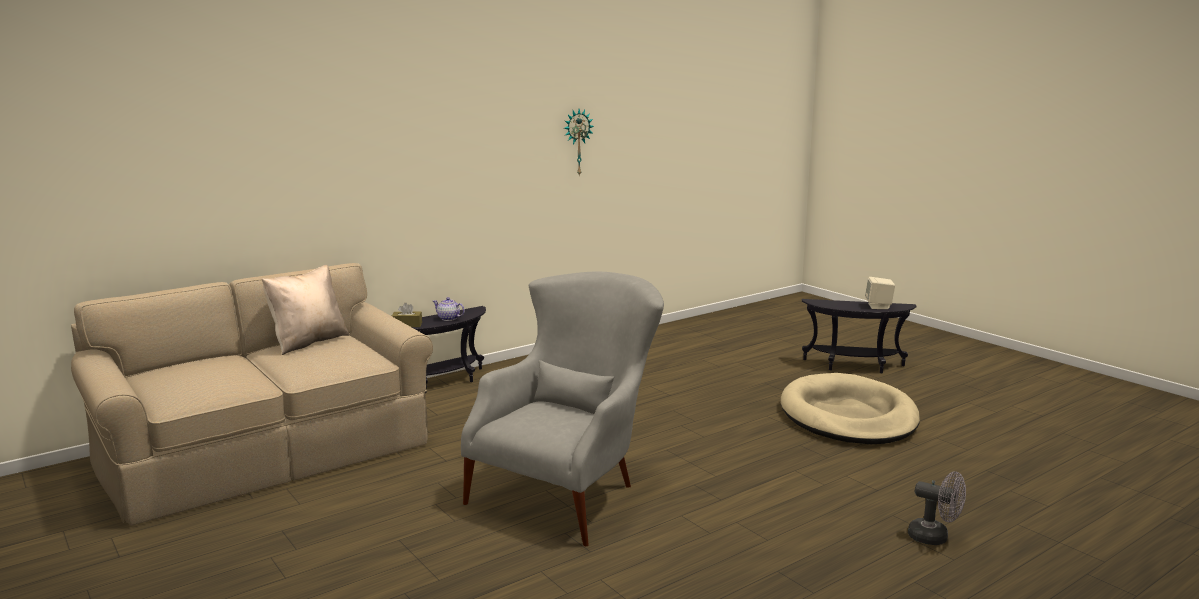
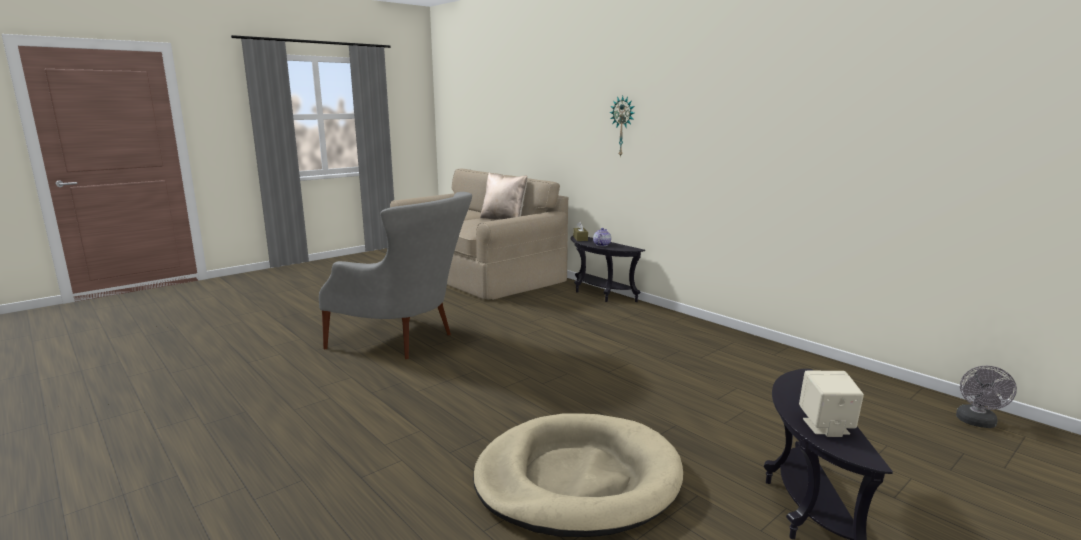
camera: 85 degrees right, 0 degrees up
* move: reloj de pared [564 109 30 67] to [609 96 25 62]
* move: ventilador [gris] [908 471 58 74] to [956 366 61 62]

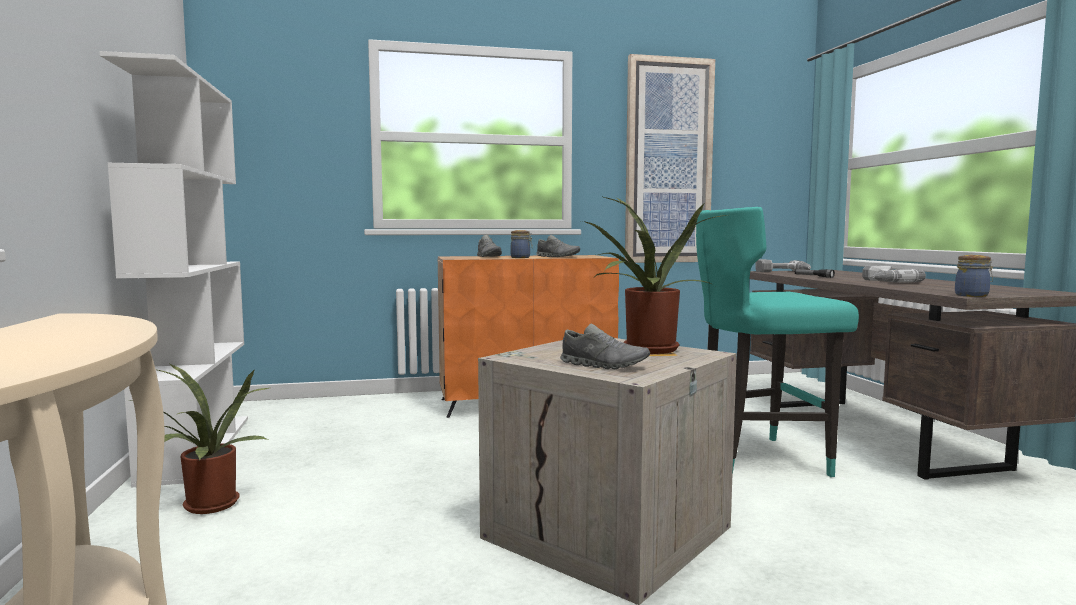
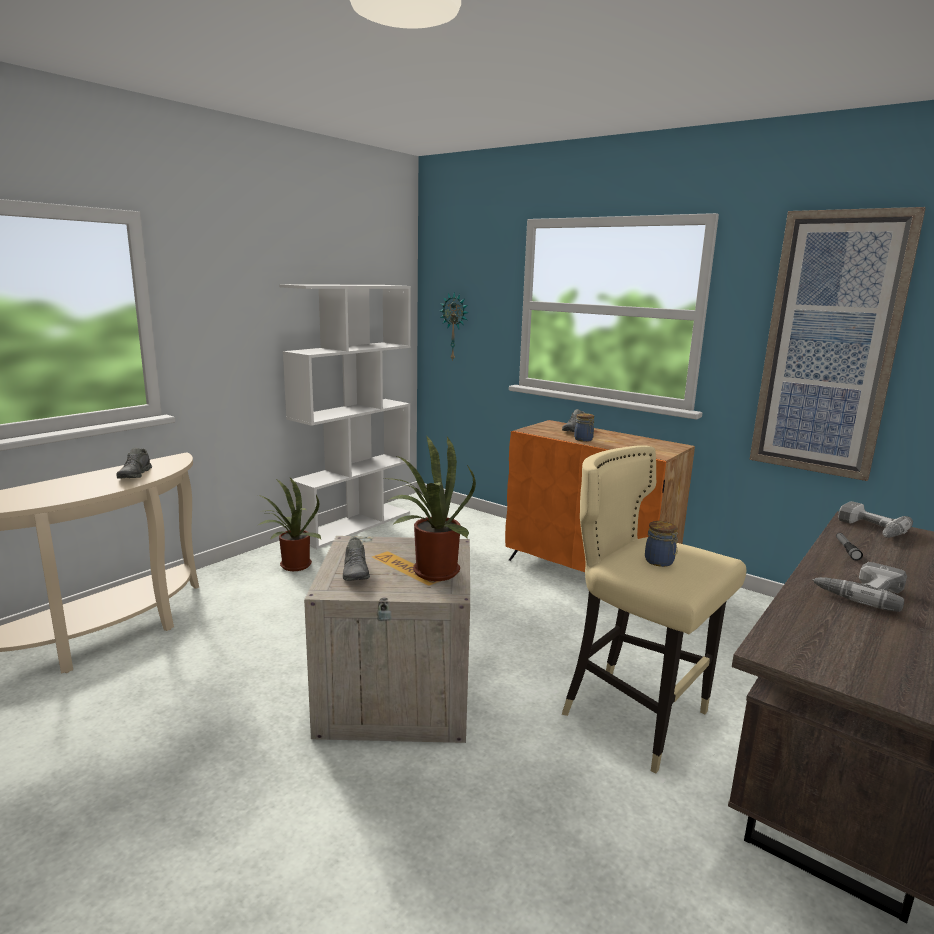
camera: 50 degrees right, 10 degrees up
* recolor: taburete [turquesa] [696 207 163 270] to taburete [beis] [562 445 184 329]
* move: zapato [gris] [536 235 44 22] to [116 448 36 31]
* move: tarro [955 255 38 42] to [645 521 34 46]
* insert: reloj de pared [439 292 30 70]

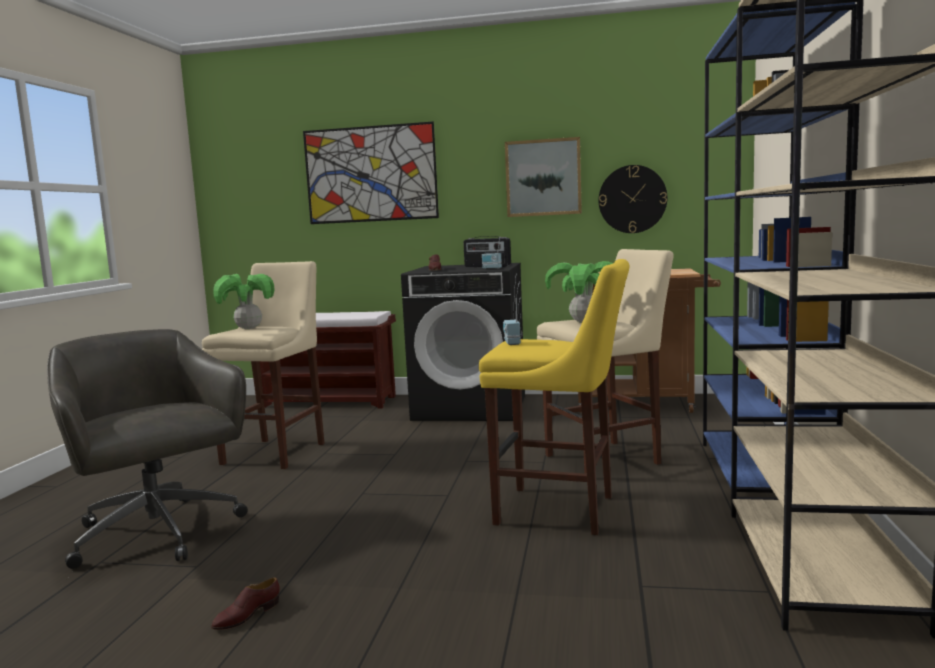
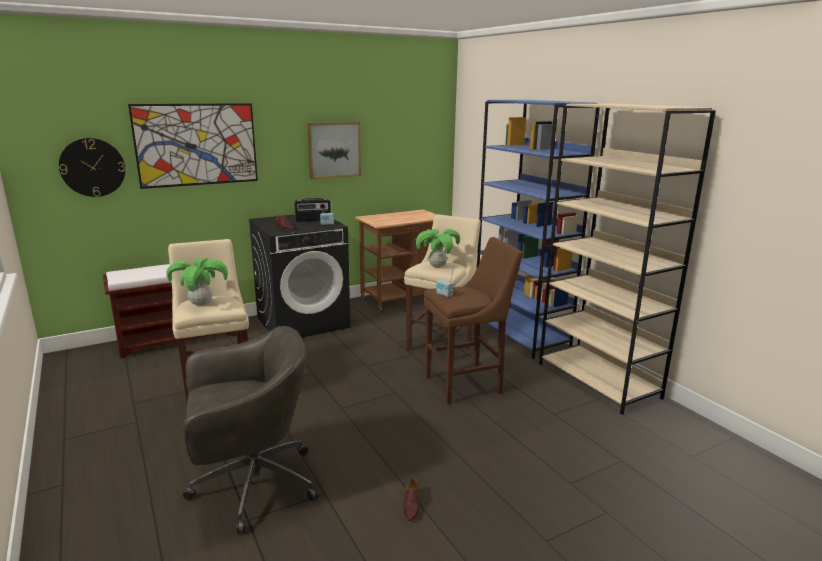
camera: 40 degrees left, 10 degrees up
* move: reloj de pared [599 165 68 68] to [59 138 66 59]
* recolor: taburete [amarillo] [479 259 150 276] to taburete [marrón] [424 237 99 167]
* rotate: silla de oficina [gris] [47 329 201 240] = [182 326 136 208] 150 degrees clockwise

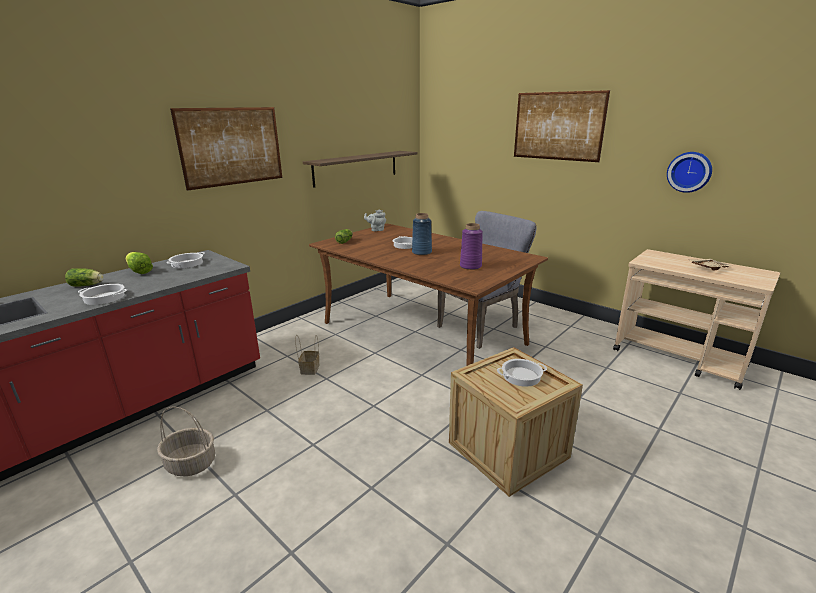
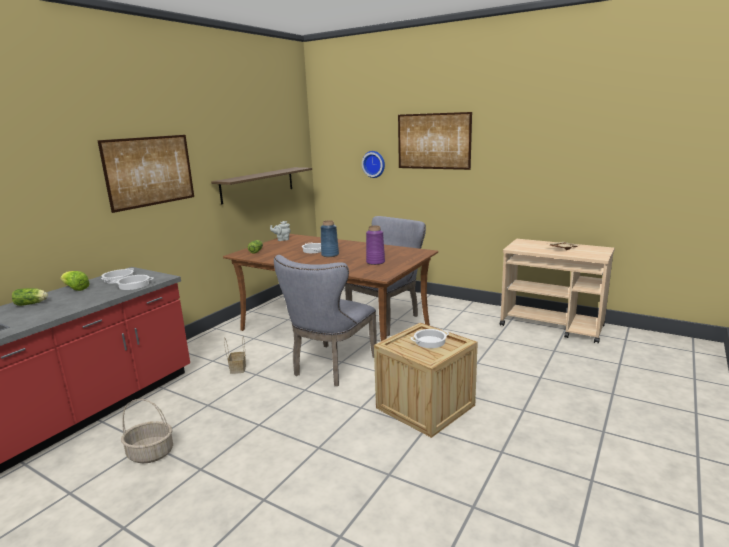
camera: 10 degrees left, 5 degrees down
* move: reloj de pared [667 152 45 41] to [362 151 23 27]
* move: olla [78 284 49 21] to [113 275 41 15]
* insert: silla [gris] [274 255 103 131]

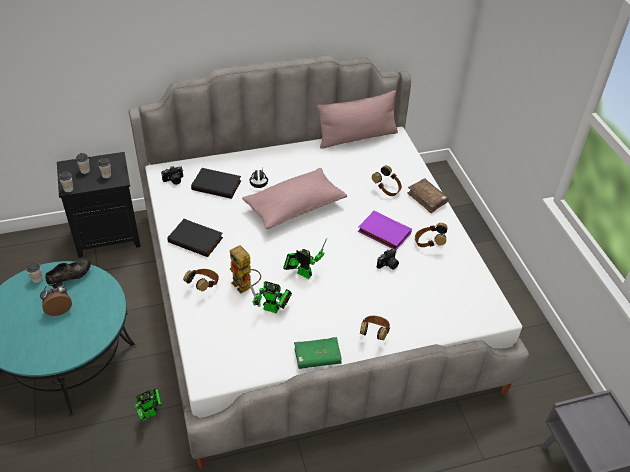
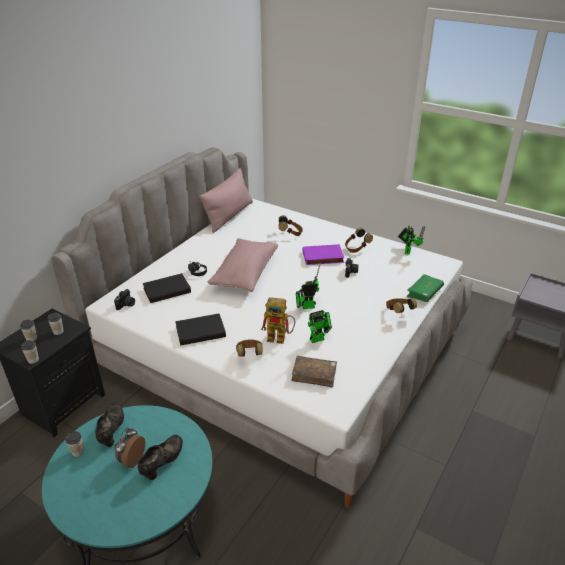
camera: 40 degrees left, 10 degrees down
* move: libro [marrón] [407 179 42 34] to [292 356 45 31]
* move: libro [verde] [294 337 48 32] to [407 274 37 28]
* move: robot de juguete [135 388 27 33] to [398 226 27 29]
* insert: zapato [negro] [138 435 45 45]

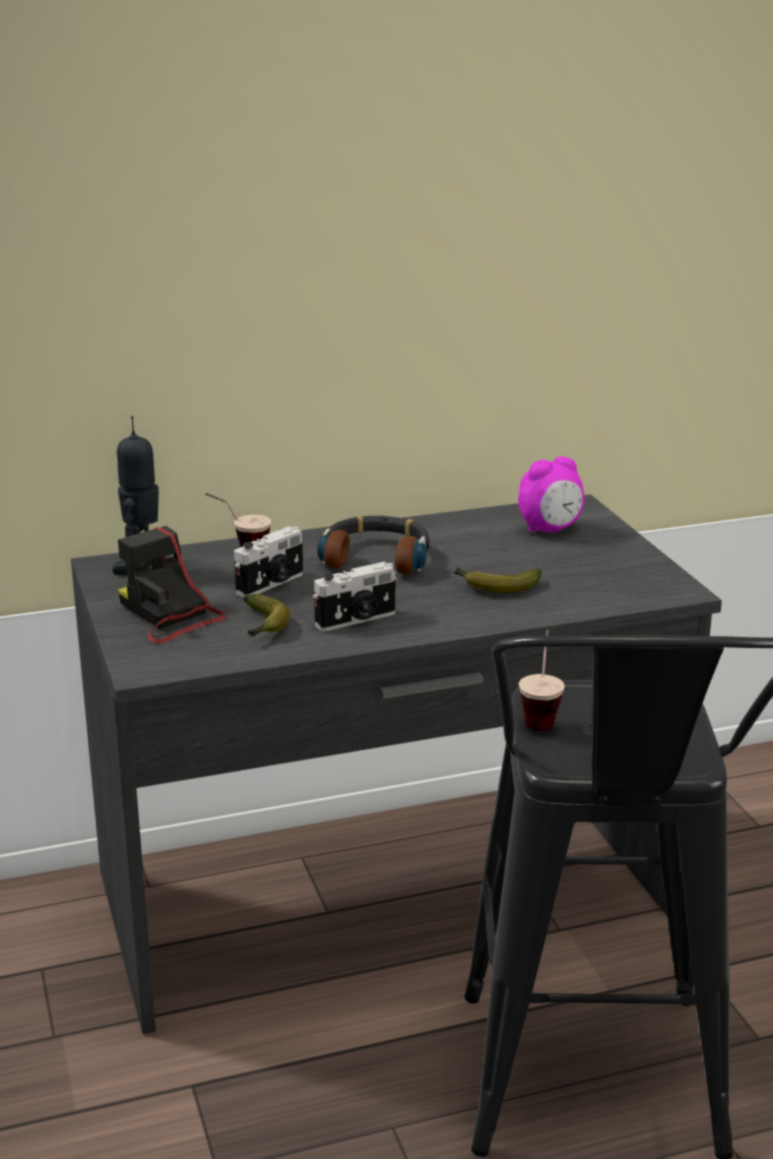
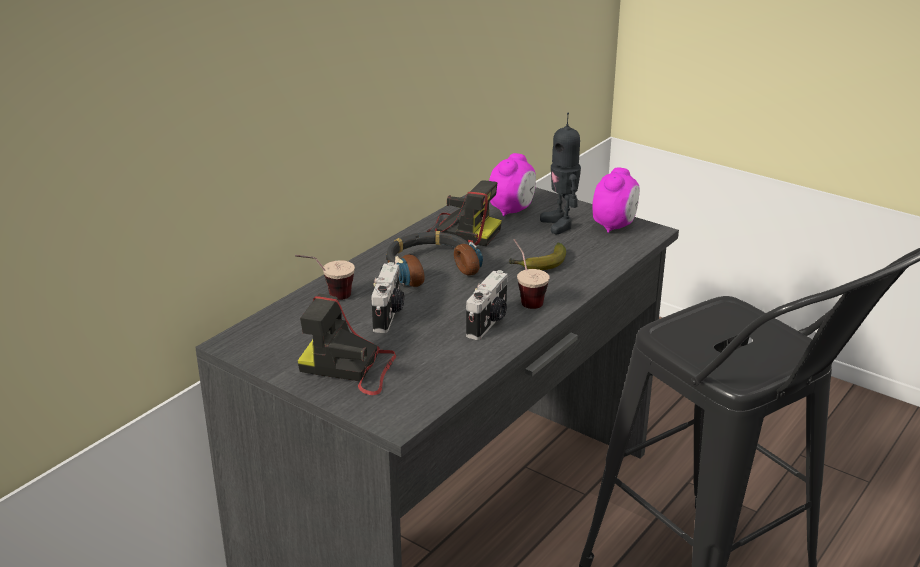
camera: 35 degrees left, 5 degrees up
* move: robot de juguete [112 416 47 159] to [540 113 41 121]
* delete: plátano [244 594 46 43]
* move: taza [519 630 46 101] to [513 239 37 70]
* insert: despertador [592 167 48 66]
* insert: cámara [427 181 75 65]

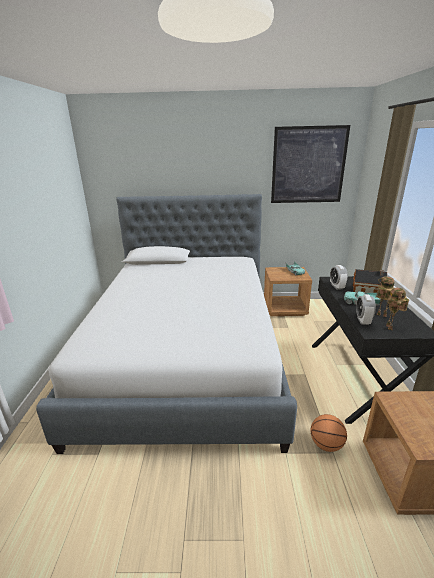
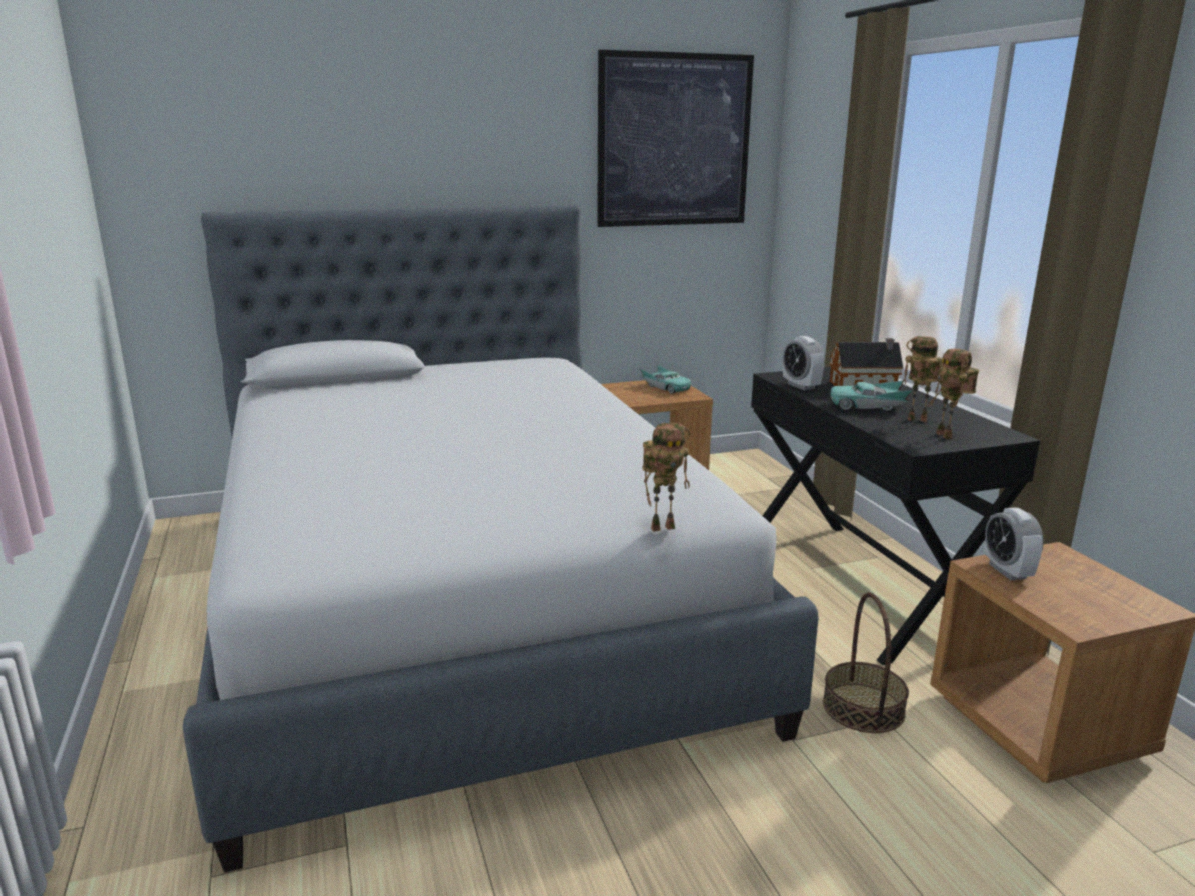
camera: 20 degrees left, 5 degrees down
* move: despertador [356 294 20 31] to [984 508 60 72]
* replace: balón de baloncesto [311 414 36 38] to cesta [823 592 86 141]
* insert: robot de juguete [642 423 48 109]

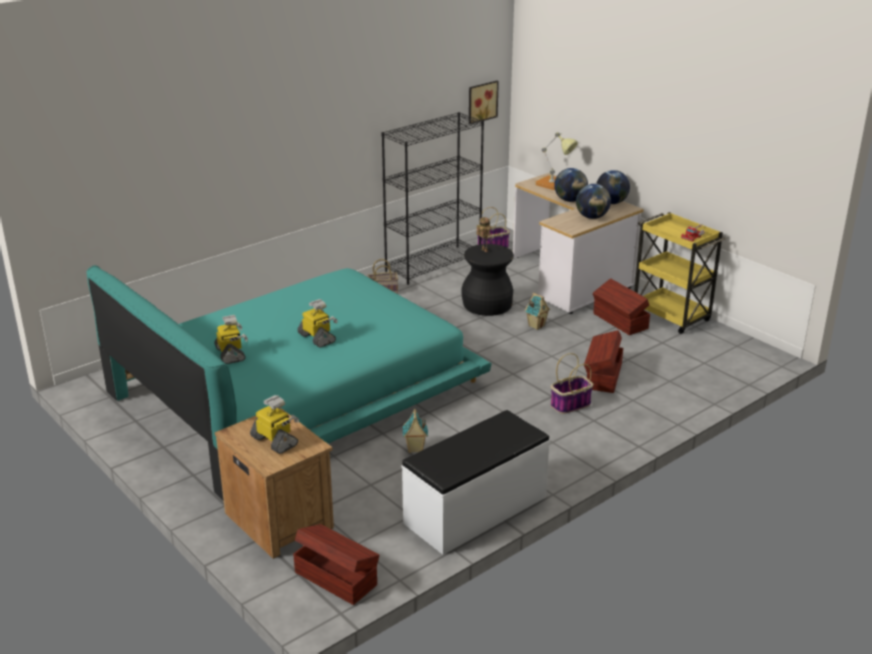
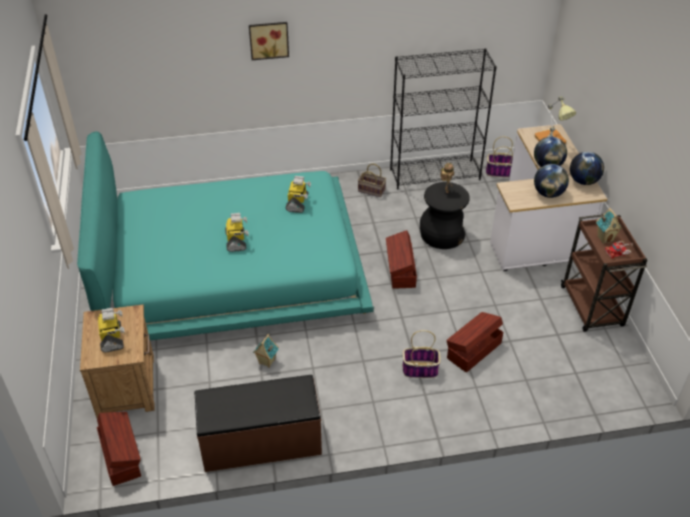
camera: 30 degrees right, 15 degrees up
* move: cuadro [469 81 30 43] to [249 22 40 38]
* recolor: carrito [amarillo] [634 212 92 122] to carrito [marrón] [561 214 87 118]
* move: caja de almacenaje [marrón] [593 278 57 57] to [386 230 31 59]
* move: casita [525 293 25 37] to [596 208 26 36]
* move: robot de juguete [214 315 34 49] to [286 176 25 37]
* recolor: banco [blanco] [401 410 149 145] to banco [marrón] [194 375 128 97]

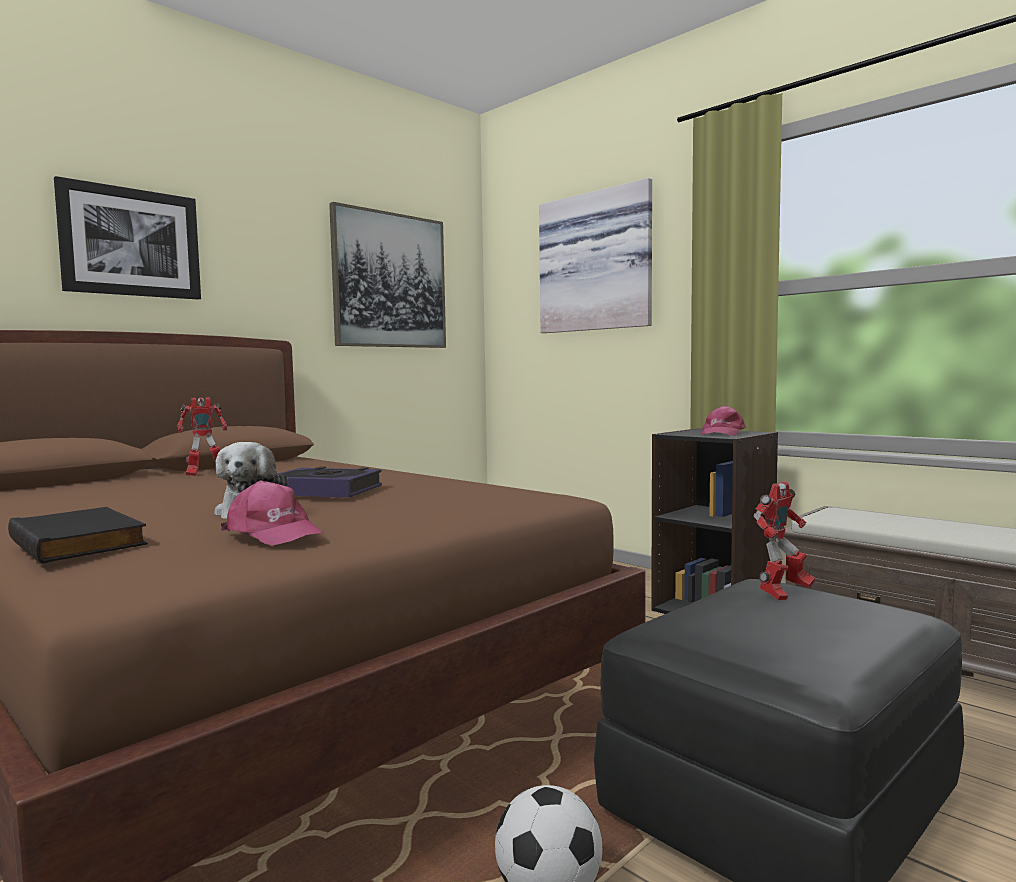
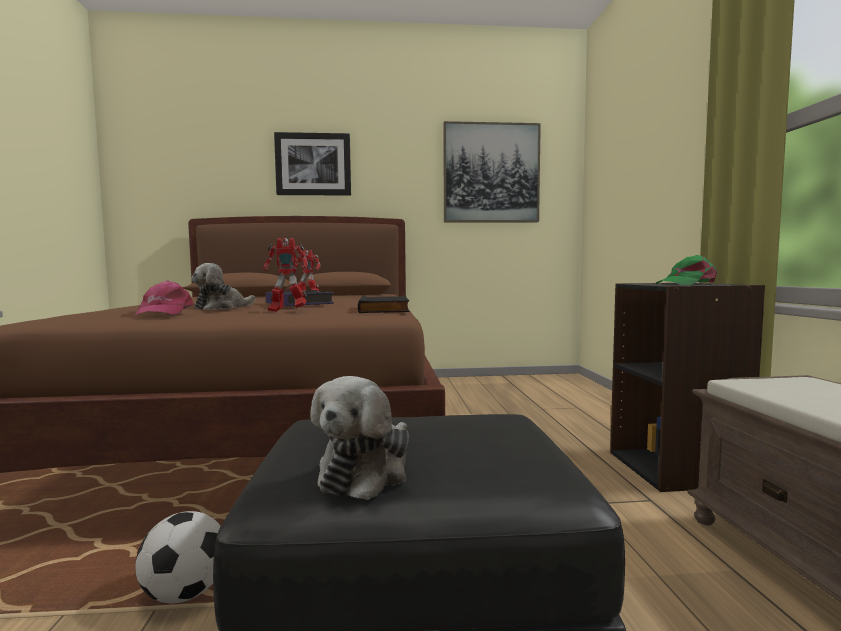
camera: 40 degrees right, 0 degrees up
* delete: cuadro [539 178 113 155]
* recolor: gorra [rosa] [702 406 44 30] to gorra [verde] [656 255 61 30]
* move: robot de juguete [754 481 61 119] to [263 238 45 74]
* move: libro [negro] [8 507 140 57] to [358 296 51 17]
* insert: peluche [310 376 99 124]

